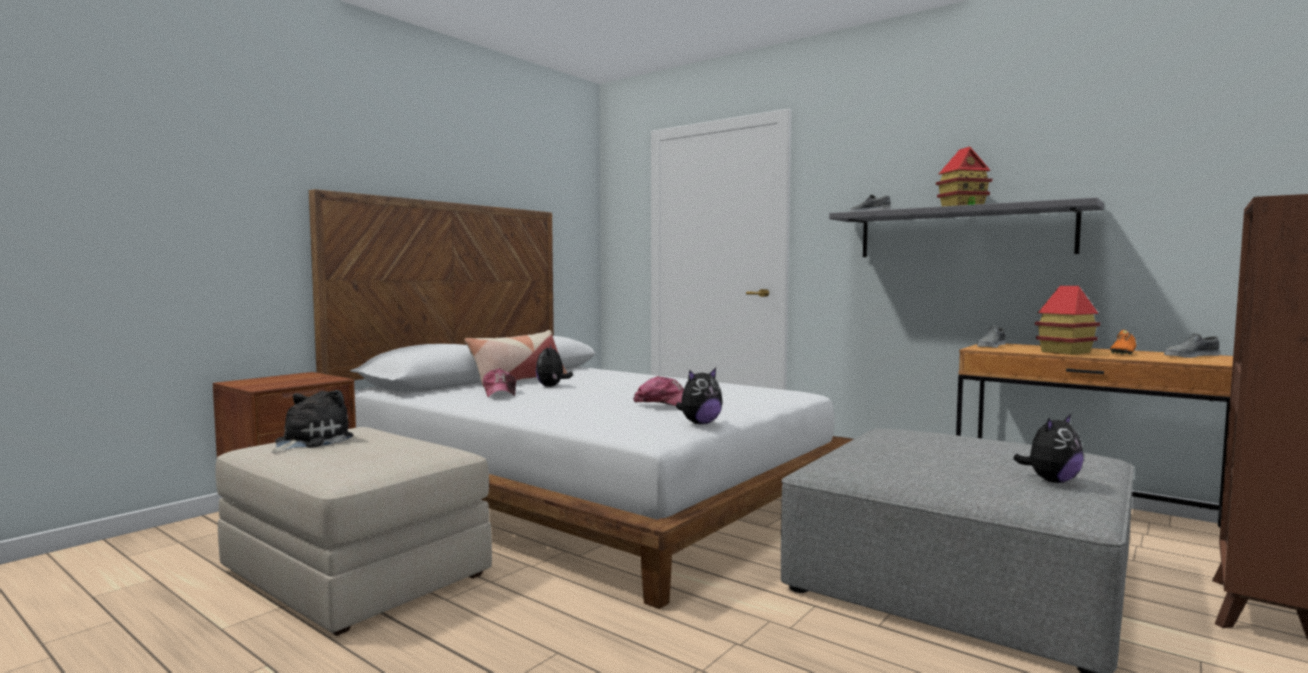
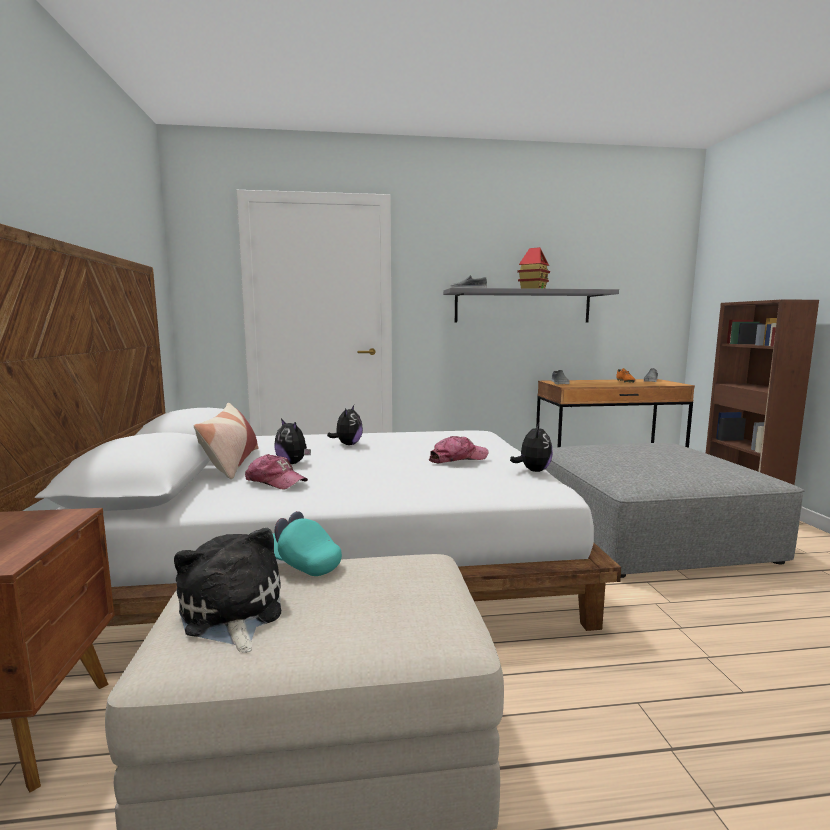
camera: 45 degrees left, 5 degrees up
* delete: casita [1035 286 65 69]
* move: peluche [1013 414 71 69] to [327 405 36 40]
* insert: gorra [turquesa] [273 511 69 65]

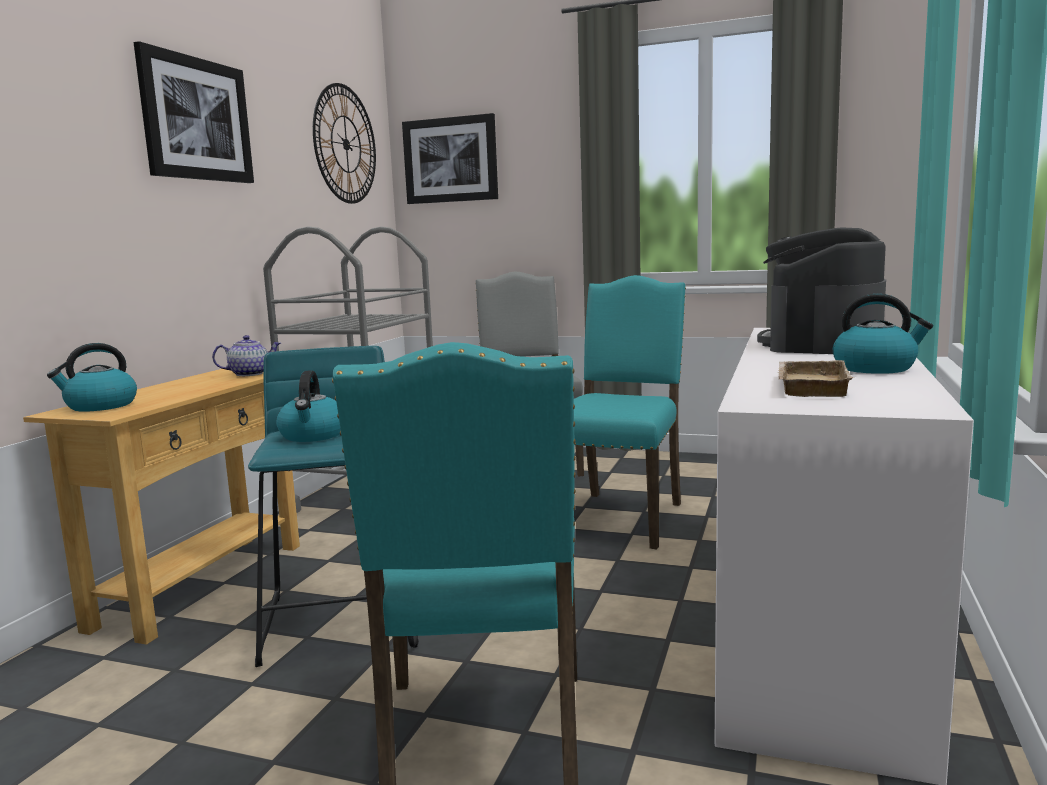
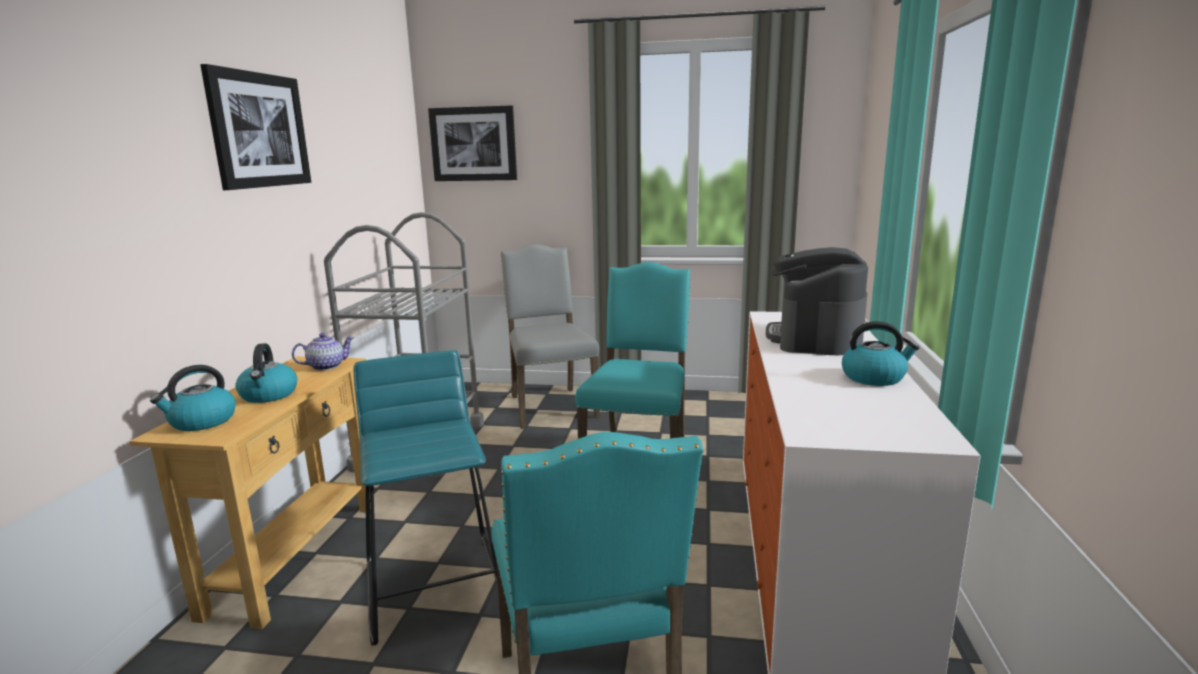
camera: 10 degrees left, 5 degrees up
* delete: reloj de pared [313 83 63 121]
* delete: bandeja [beis] [777 360 77 37]
* move: hervidor [276 370 65 72] to [235 343 62 60]

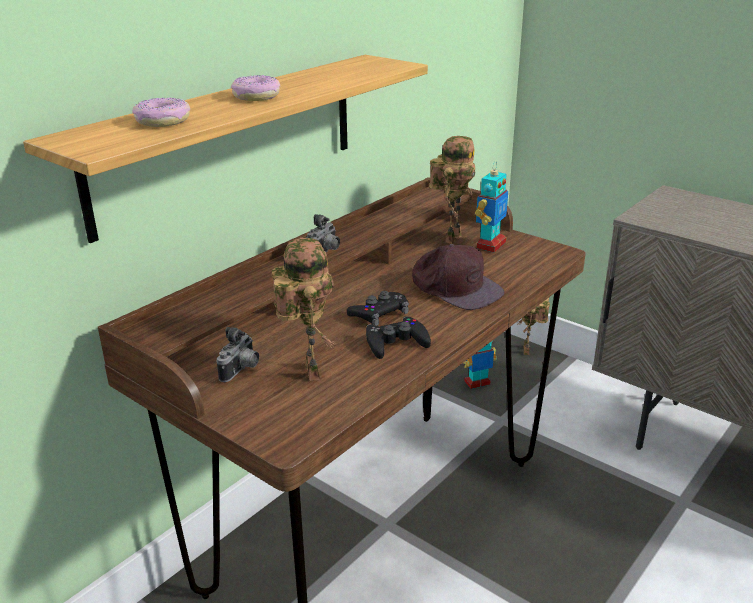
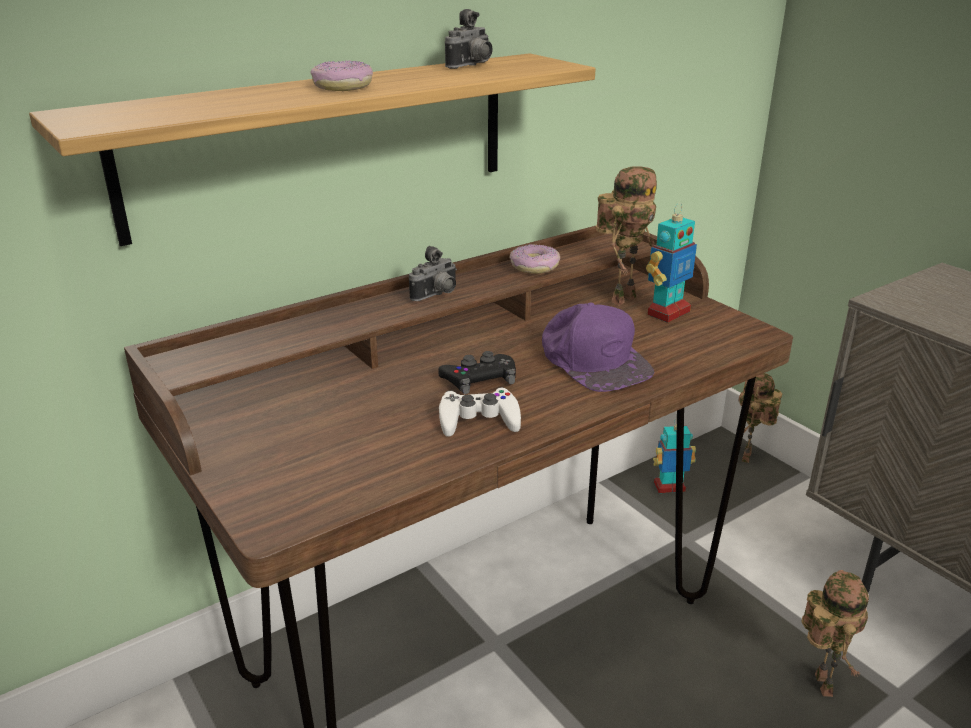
camera: 15 degrees right, 0 degrees up
* move: rosquilla [132 98 58 29] to [510 245 50 29]
* move: robot de juguete [271 238 65 143] to [802 570 67 127]
* recolor: gorra [marrón] [412 244 92 66] to gorra [morado] [542 302 112 90]
* recolor: mando de consola [negro] [366 316 65 43] to mando de consola [blanco] [439 387 82 50]
* move: cámara [217 327 42 55] to [445 9 47 60]

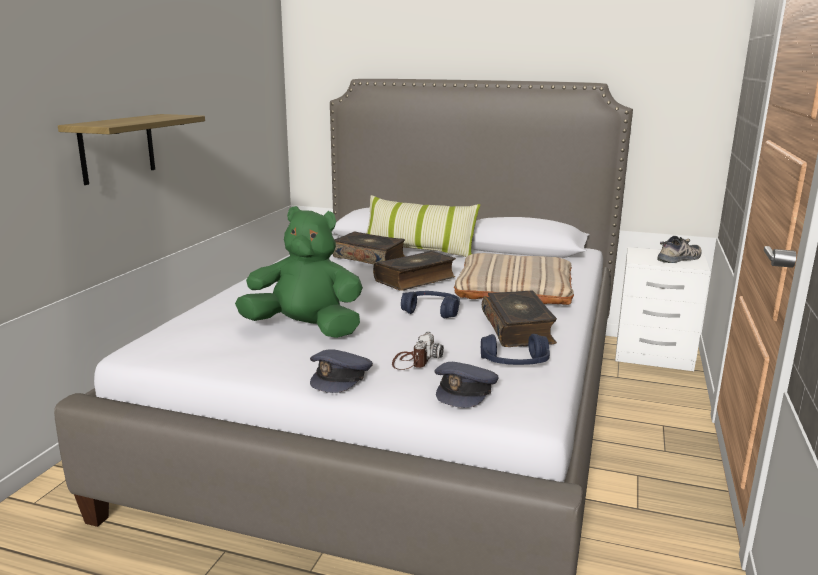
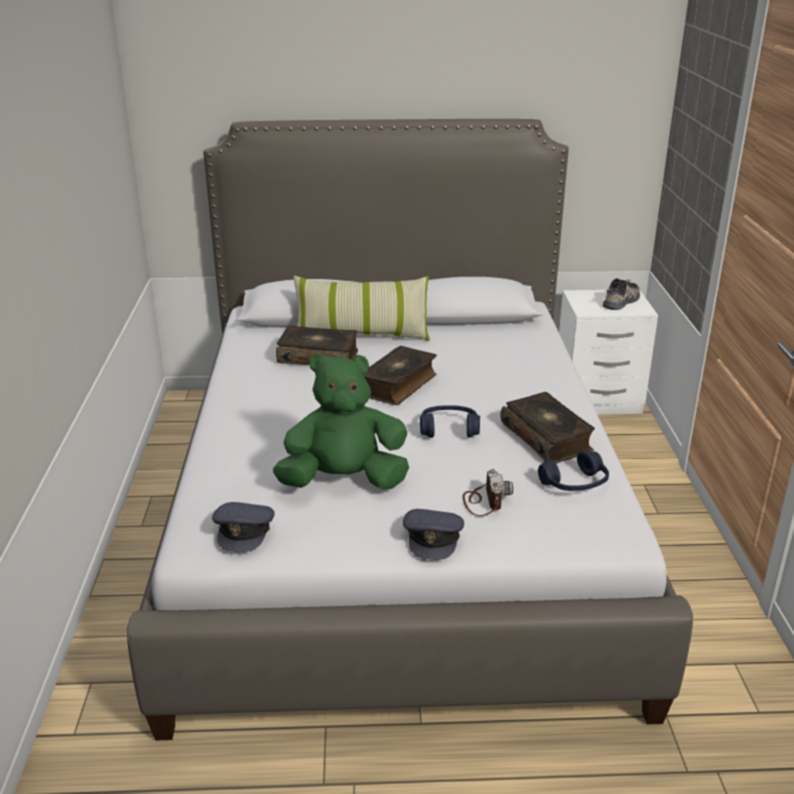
camera: 20 degrees left, 10 degrees up
* delete: estante [58 114 147 71]
* delete: cojín [beis] [454 253 120 52]
* move: gorra [gris] [434 362 65 46] to [212 502 62 50]

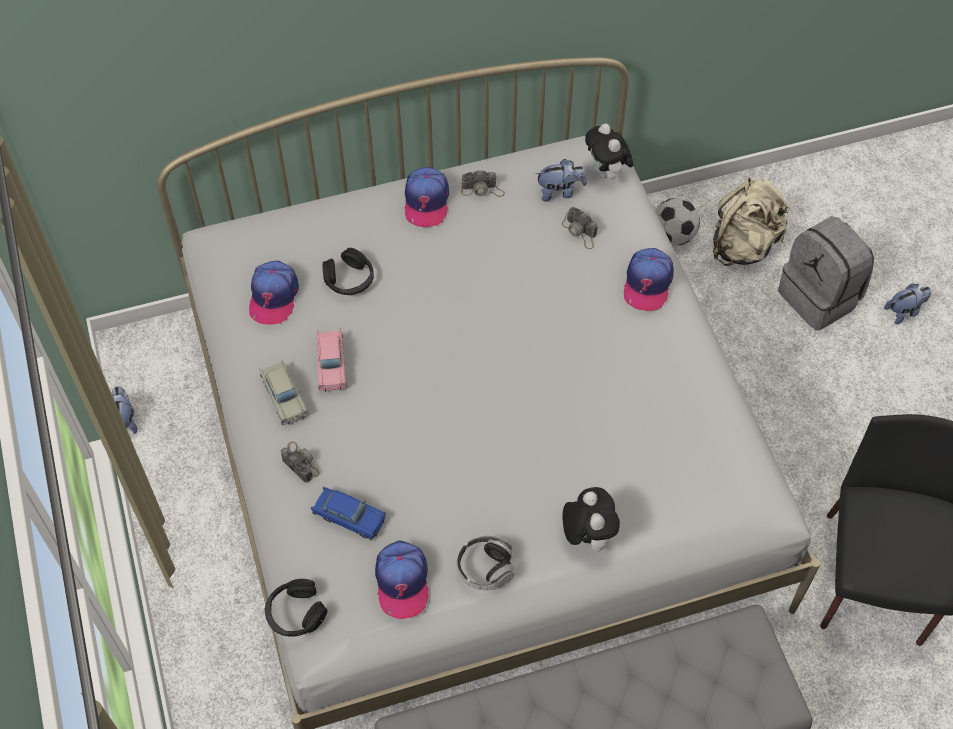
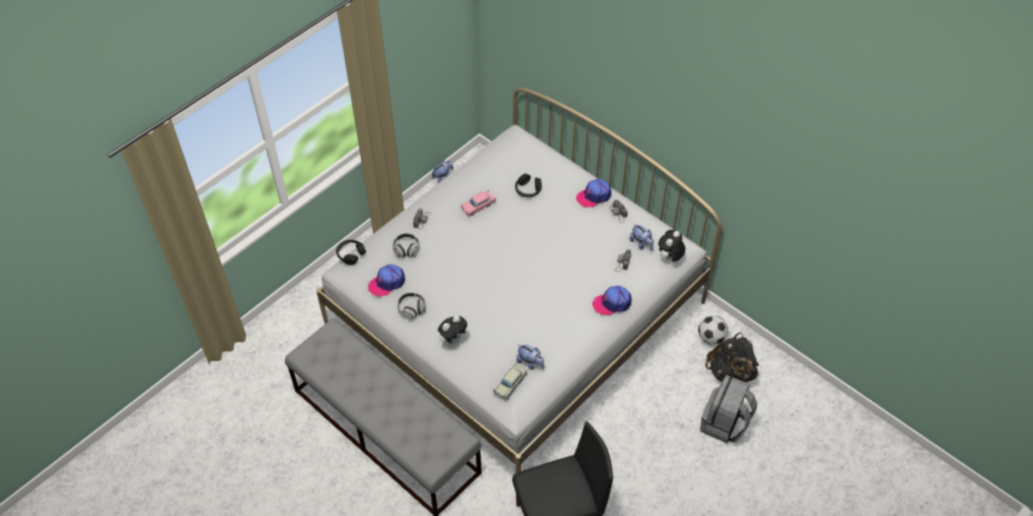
camera: 60 degrees right, 5 degrees down
* recolor: mochila [beis] [713 177 77 89] to mochila [negro] [705 332 54 51]
* delete: gorra [249 261 50 64]
* move: peluche [884 284 47 40] to [516 344 28 26]
* move: coche de juguete [beis] [259 360 50 65] to [493 364 34 36]
* replace: coche de juguete [azul] [311 487 75 54] to auriculares [393 233 27 25]

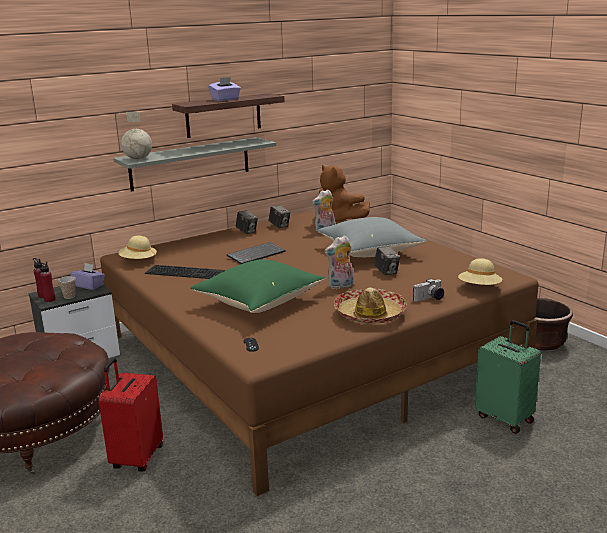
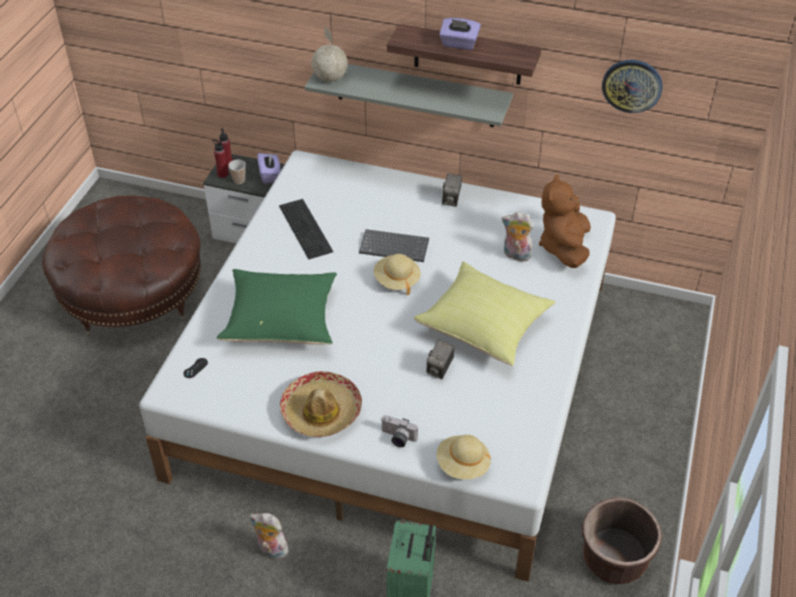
camera: 50 degrees right, 25 degrees up
* delete: cámara [268 205 22 23]
* recolor: cama [marrón] [100 210 438 286] to cama [blanco] [139 150 477 432]
* recolor: cojín [gris] [318 217 109 40] to cojín [amarillo] [413 262 143 104]
* move: peluche [324 235 30 54] to [250 513 39 46]
* move: sombrero [beis] [118 236 39 26] to [374 254 47 41]
* delete: maleta [rojo] [99 358 64 114]
* insert: reloj de pared [602 60 61 53]

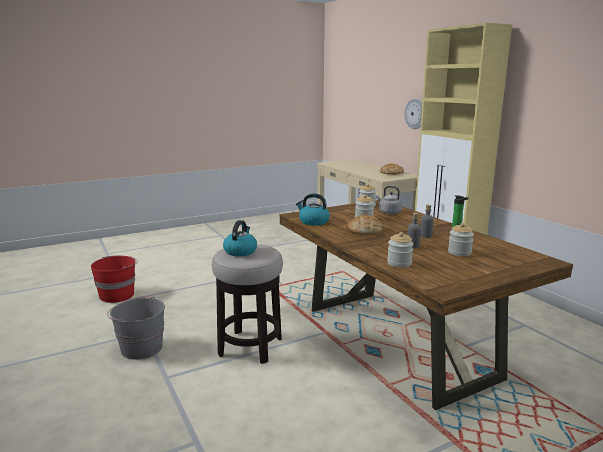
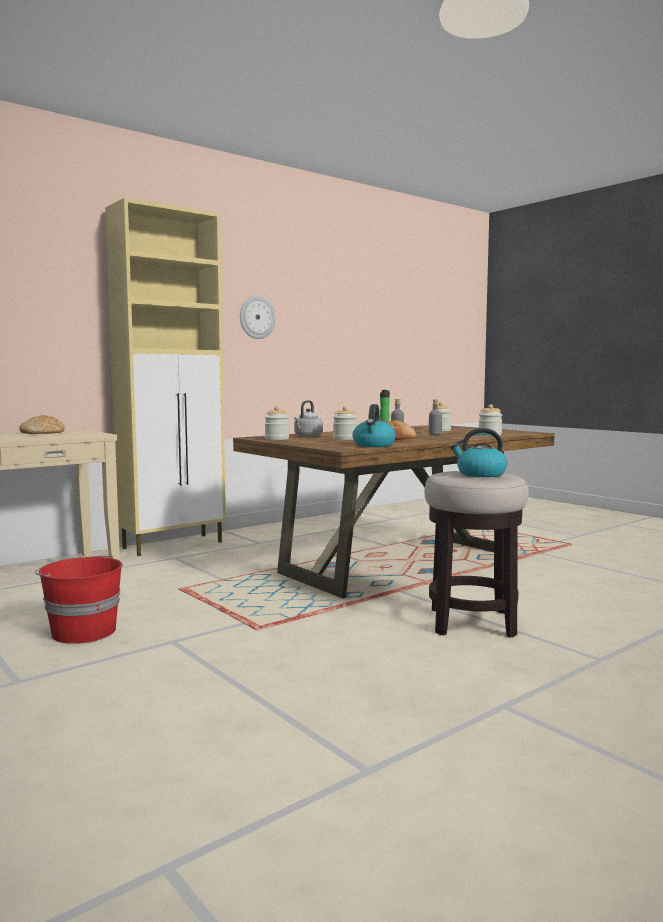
camera: 100 degrees left, 10 degrees down
* move: reloj de pared [405 98 17 31] to [240 296 36 43]
* move: cubo [rojo] [91 255 47 48] to [35 555 88 89]
* delete: cubo [gris] [107 297 58 63]

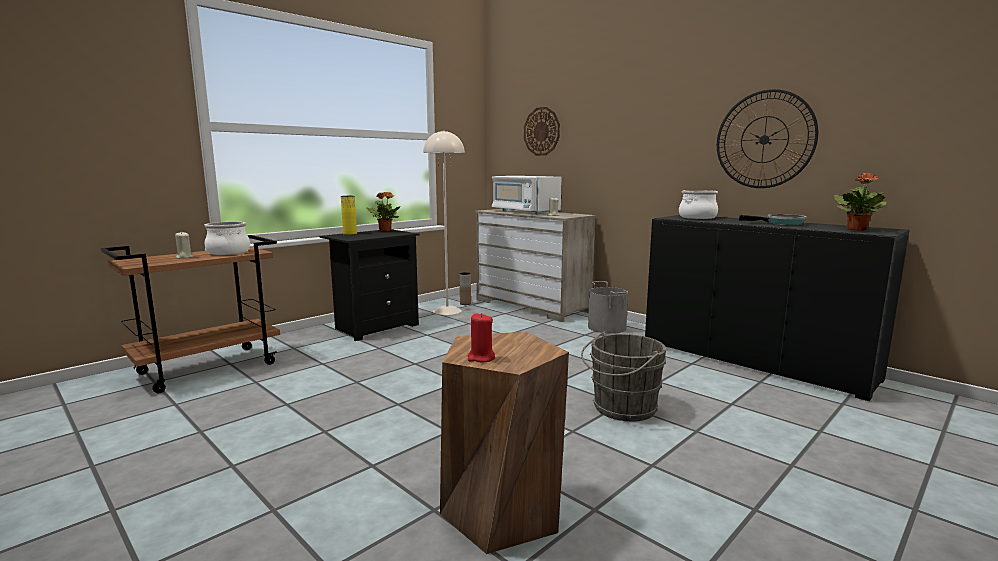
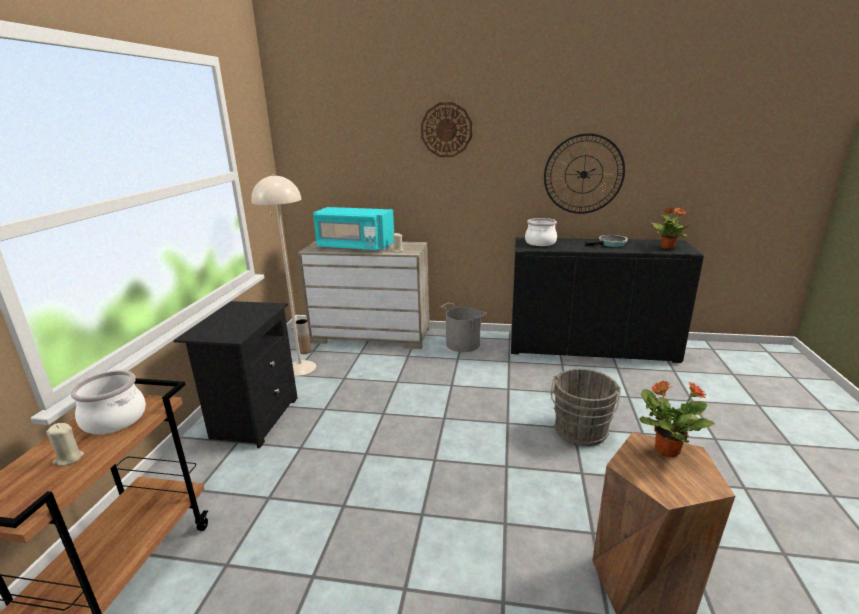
camera: 35 degrees left, 10 degrees up
* move: reloj de pared [524 107 36 49] to [421 102 51 55]
* recolor: microondas [blanco] [492 176 70 39] to microondas [turquesa] [313 207 81 45]
* move: planta en maceta [366 192 34 39] to [639 380 76 77]
* delete: florero [amarillo] [341 196 16 39]
* delete: vela [rojo] [468 313 27 49]

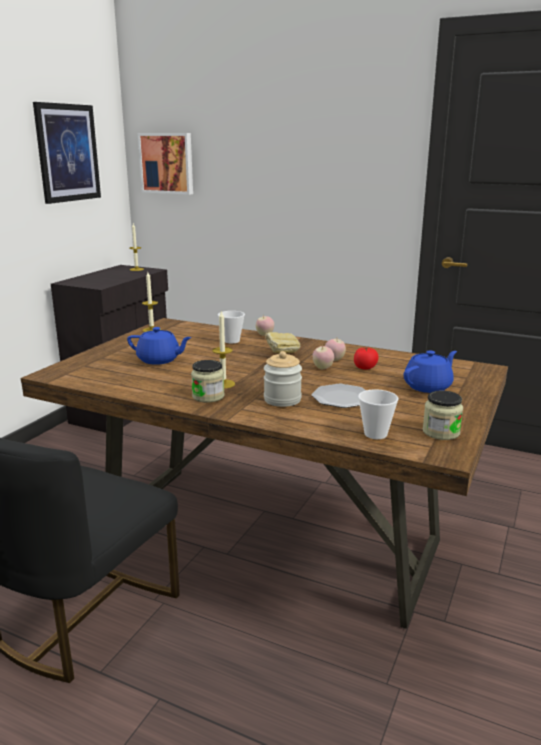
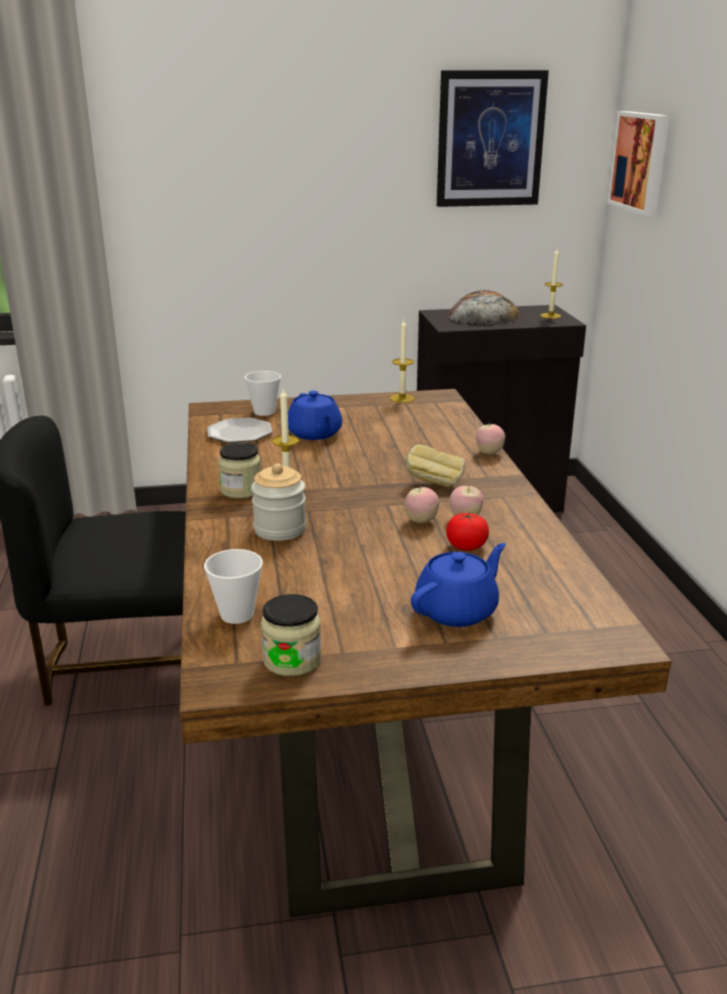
camera: 55 degrees right, 5 degrees up
* move: taza [218 311 27 32] to [244 371 37 45]
* rotate: tetera [azul] [404 350 53 43] = [411 543 95 84] 60 degrees counterclockwise
* move: plato [311 384 55 24] to [207 417 65 26]
* insert: pan [446 290 75 34]

